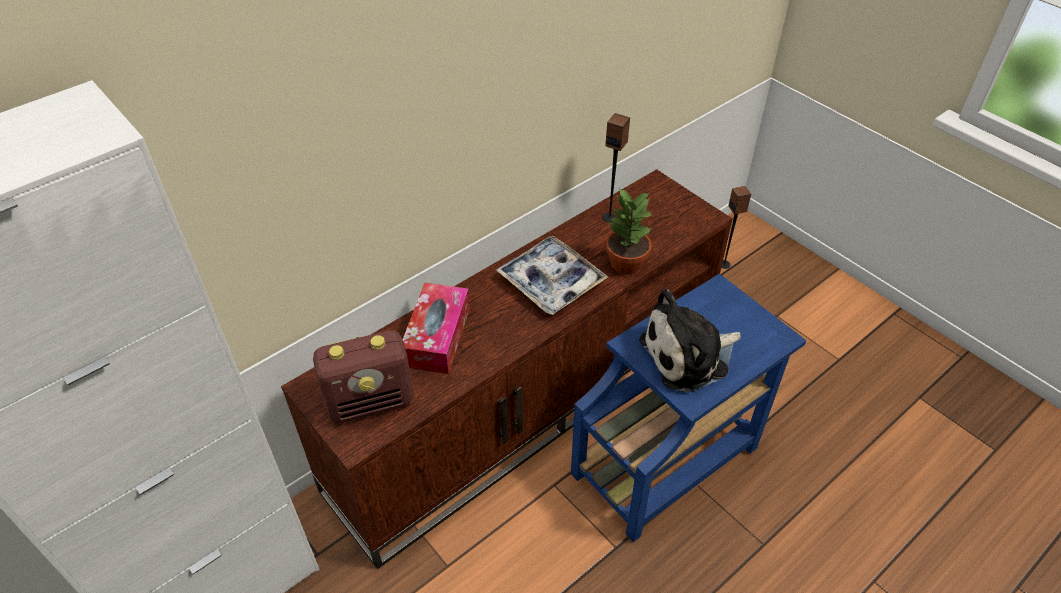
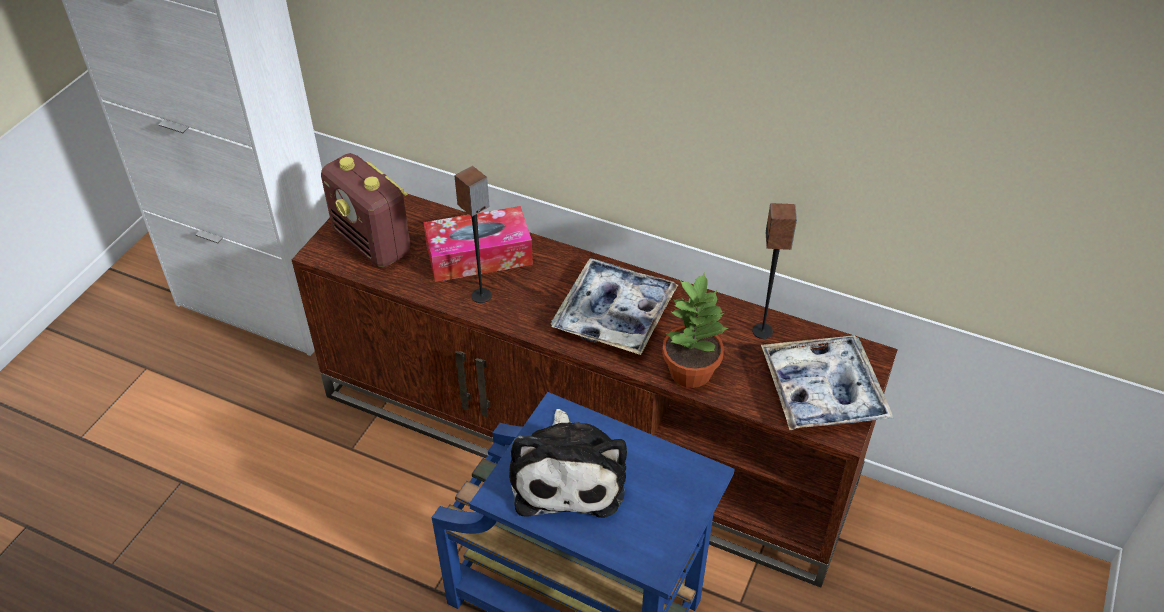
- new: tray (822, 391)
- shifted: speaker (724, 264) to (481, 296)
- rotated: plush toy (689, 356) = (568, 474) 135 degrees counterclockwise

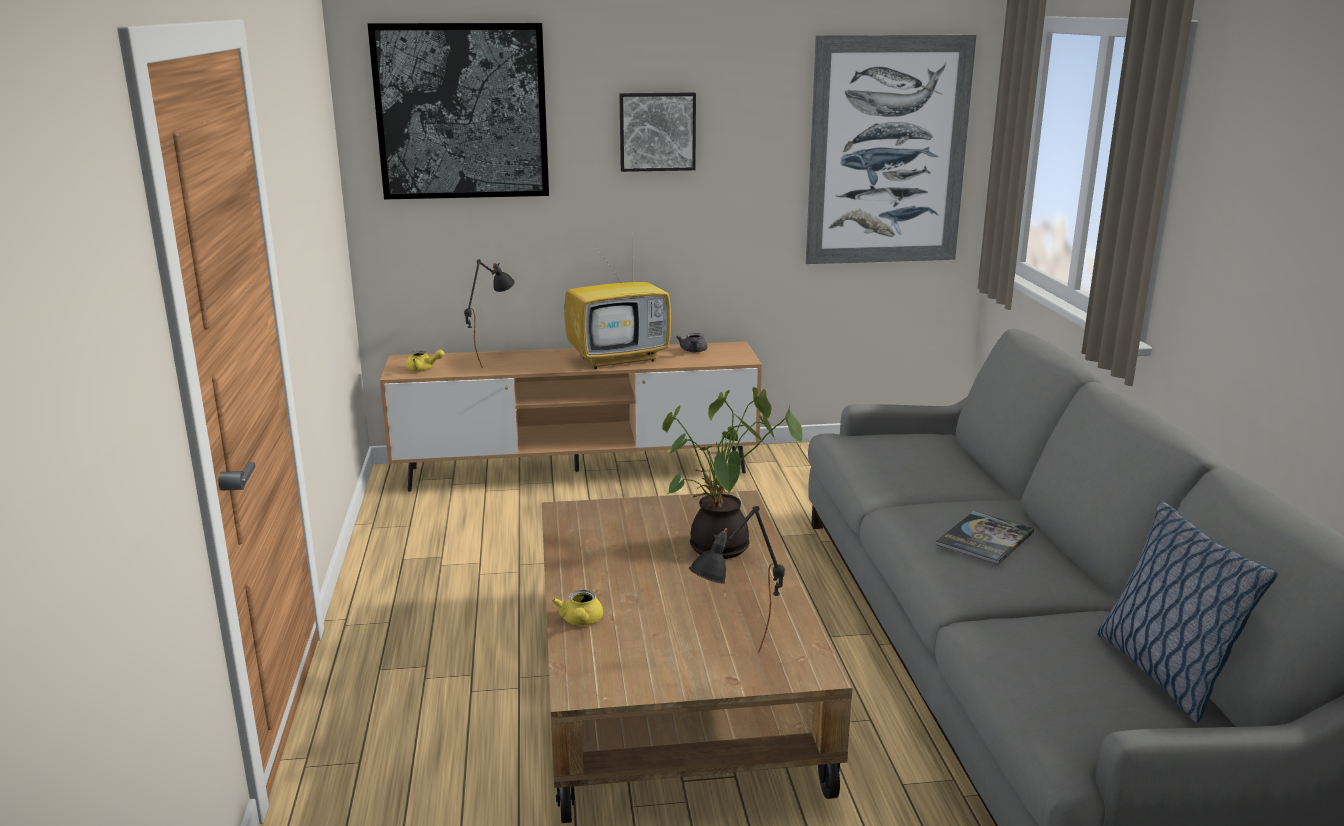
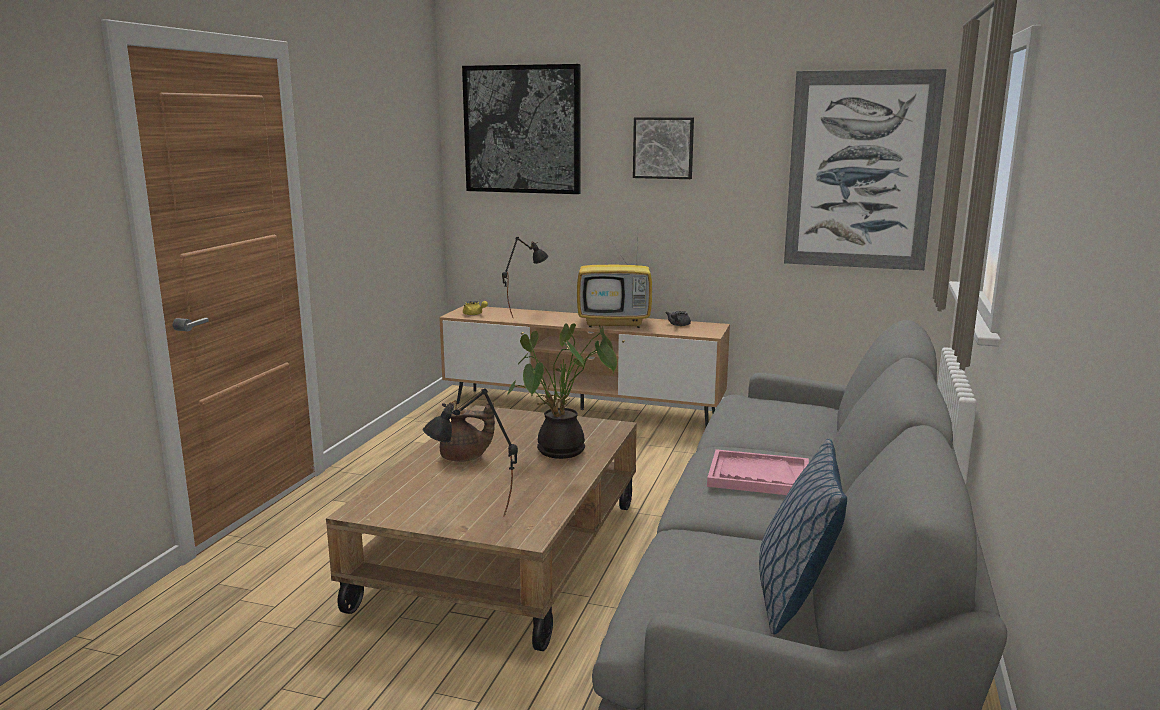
- gone: yellow teapot (581, 621)
- new: brown teapot (465, 458)
- swapped: book (985, 539) to pink tray (758, 476)

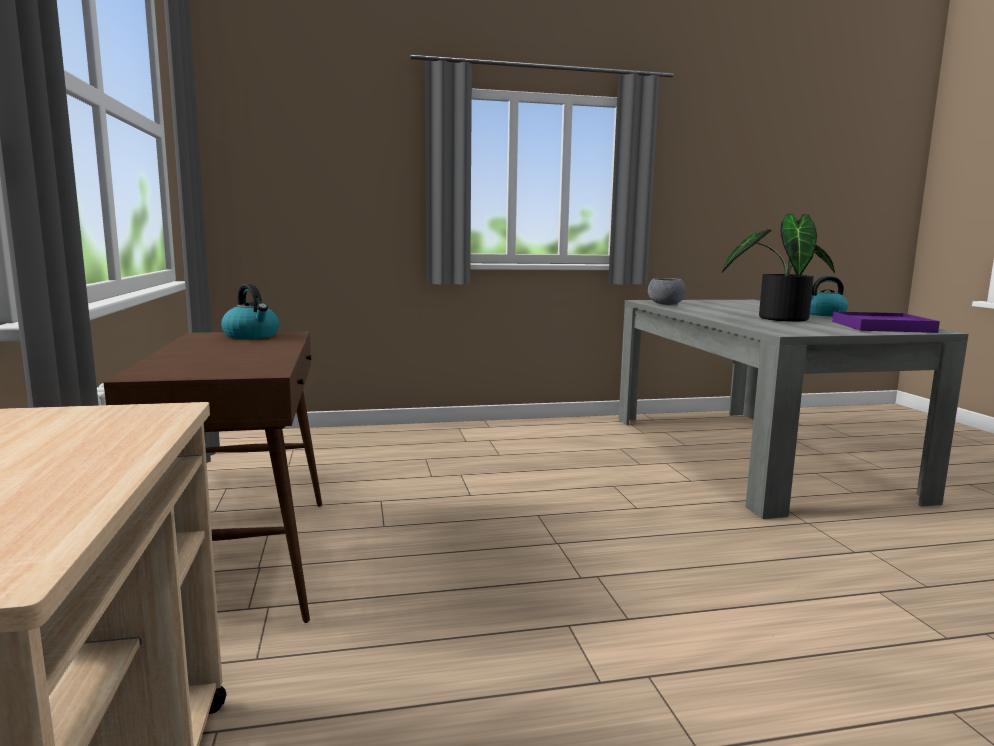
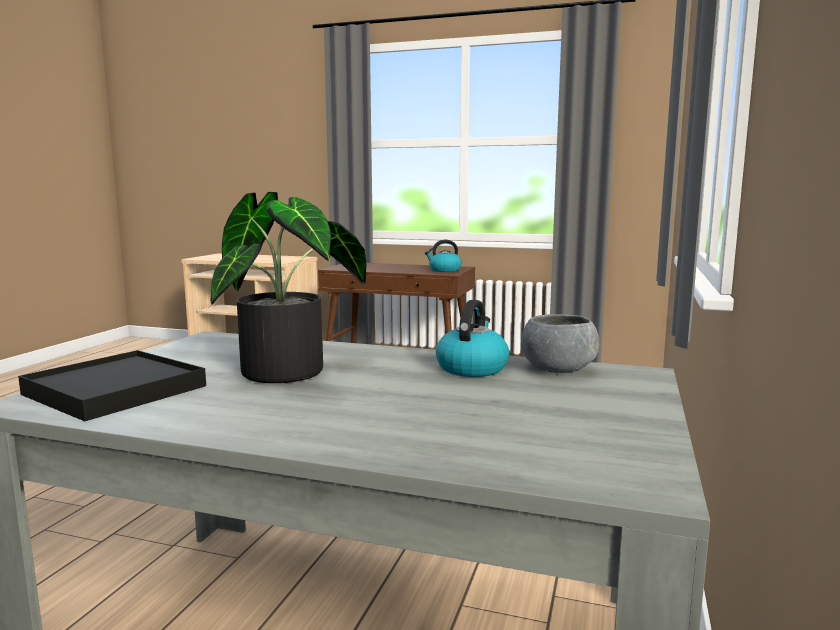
- shifted: kettle (824, 314) to (472, 368)
- repainted: purple tray (881, 327) to black tray (116, 390)

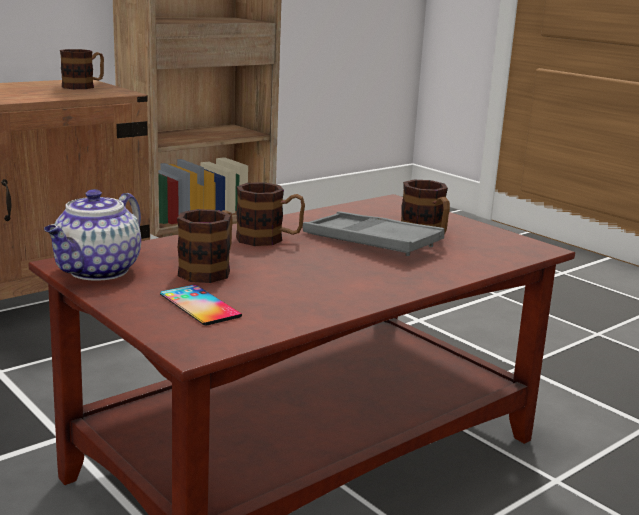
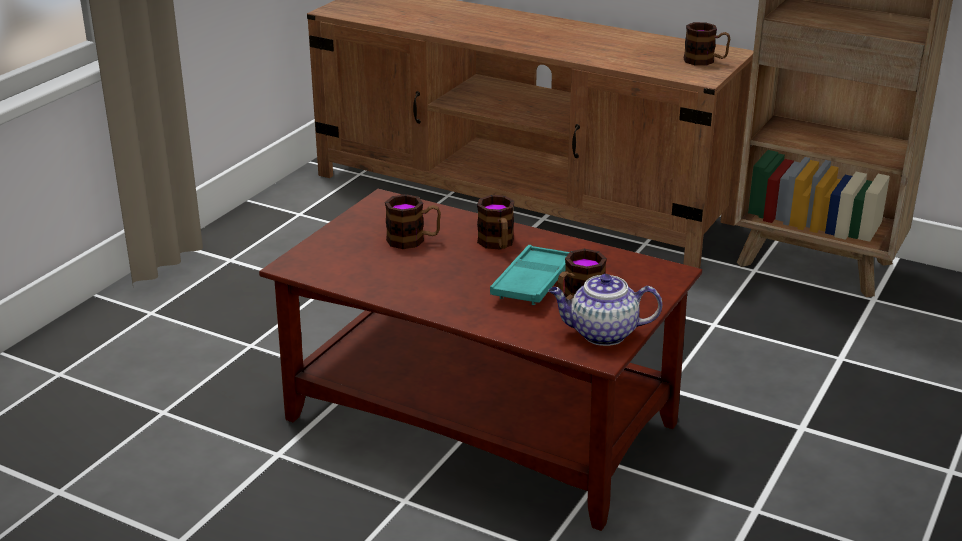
- gone: phone (200, 305)
- shifted: teapot (97, 272) to (601, 334)
- repainted: grey tray (370, 242) to turquoise tray (533, 282)

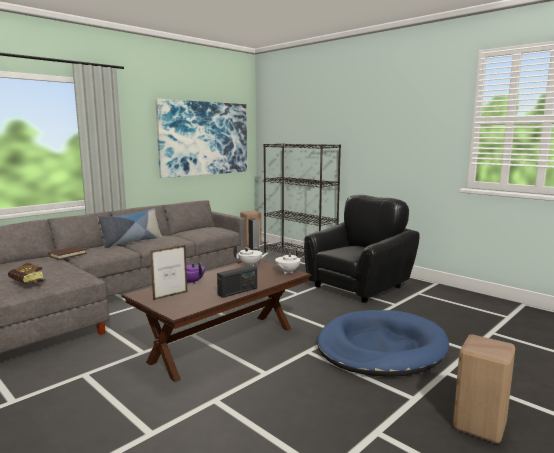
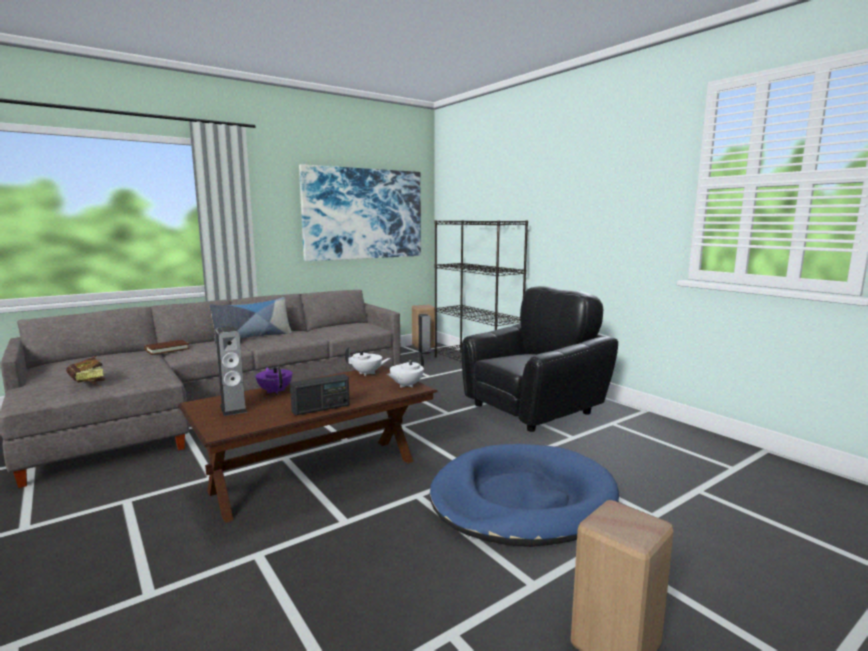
- swapped: picture frame (170, 296) to speaker (233, 408)

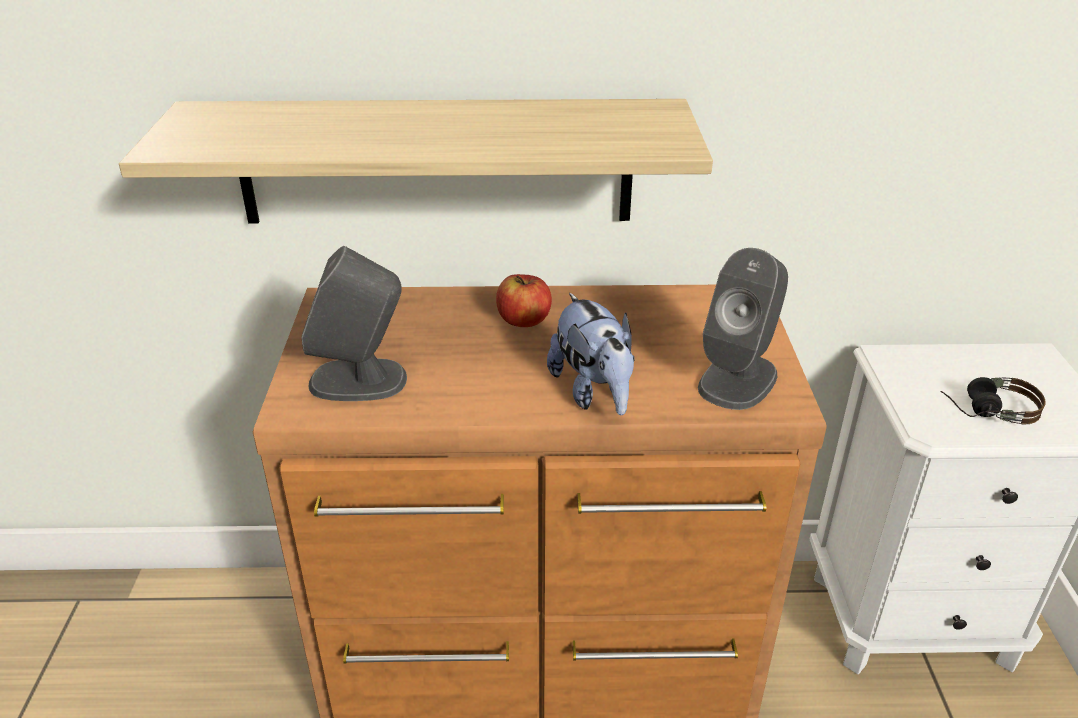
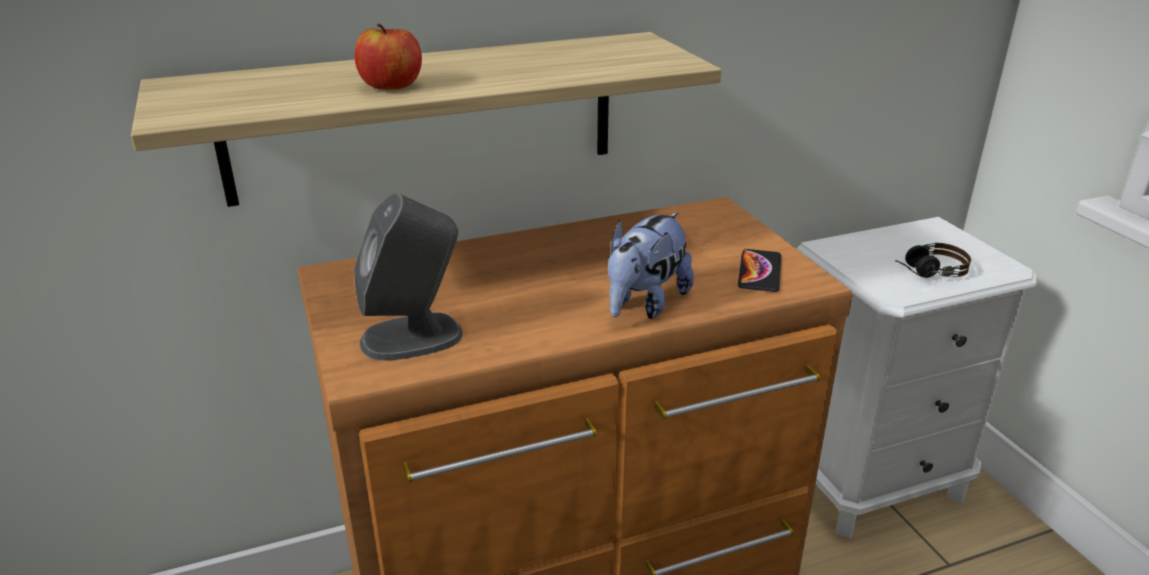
- shifted: apple (524, 320) to (391, 86)
- swapped: grey speaker (738, 380) to phone (759, 271)
- rotated: plush toy (593, 392) = (644, 304) 75 degrees clockwise

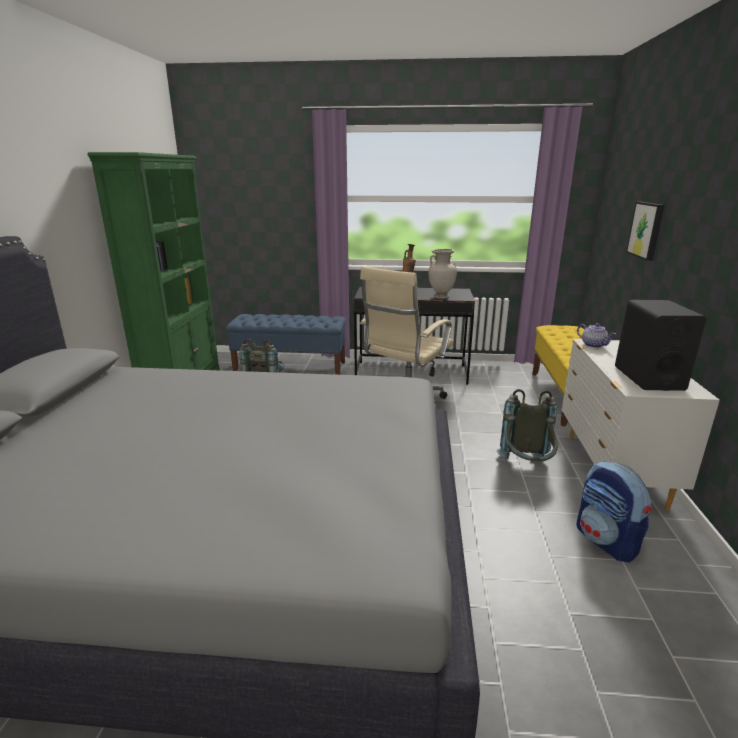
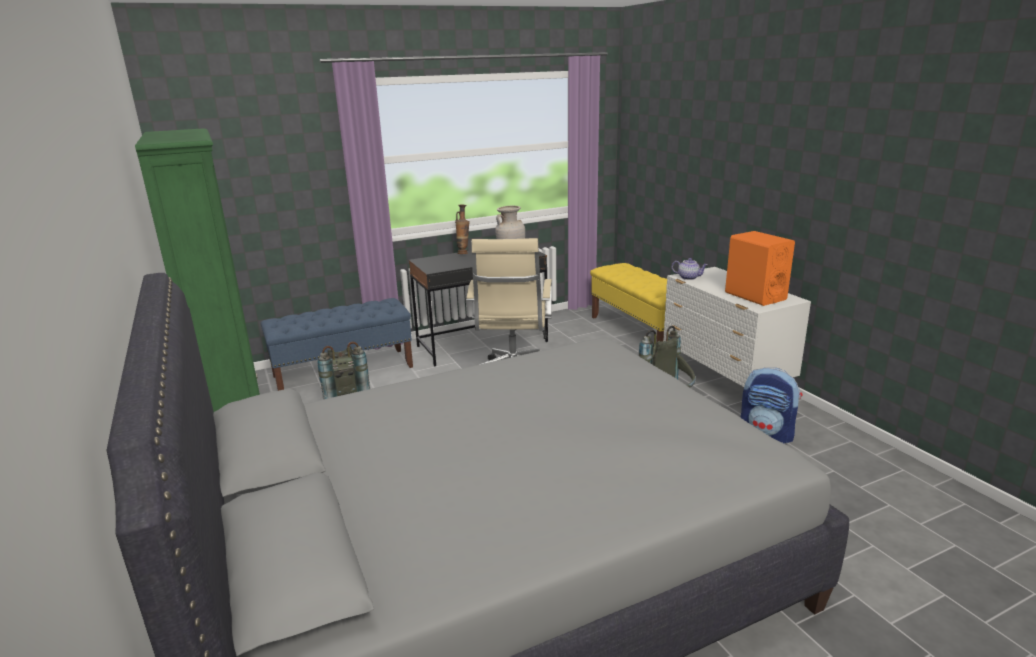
- gone: picture (646, 230)
- repainted: black speaker (648, 378) to orange speaker (755, 296)

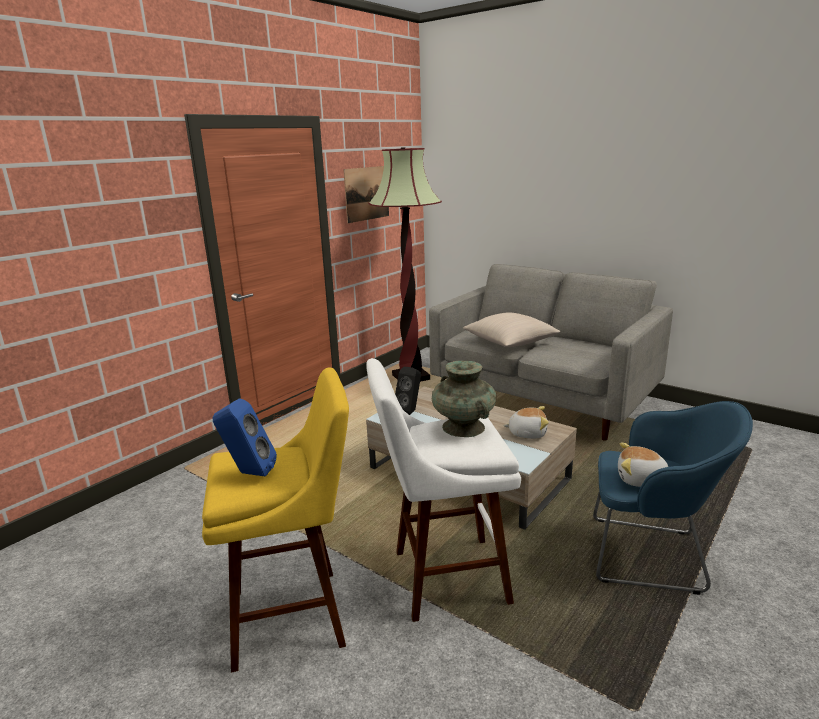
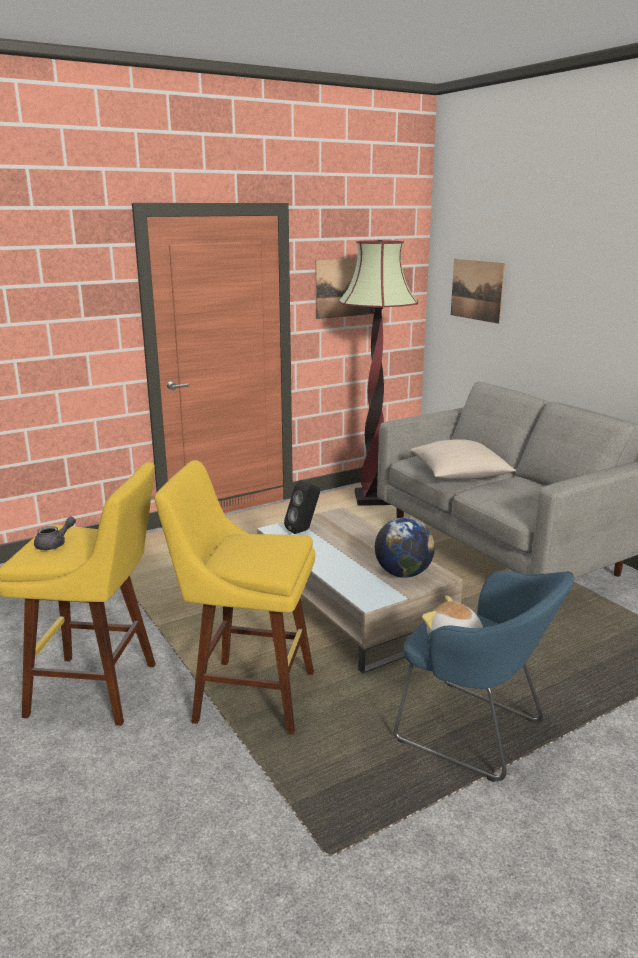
- gone: turquoise vase (463, 427)
- new: picture (476, 290)
- swapped: blue speaker (248, 473) to grey teapot (55, 544)
- swapped: plush toy (527, 433) to globe (403, 573)
- repainted: white stool (442, 578) to yellow stool (246, 695)

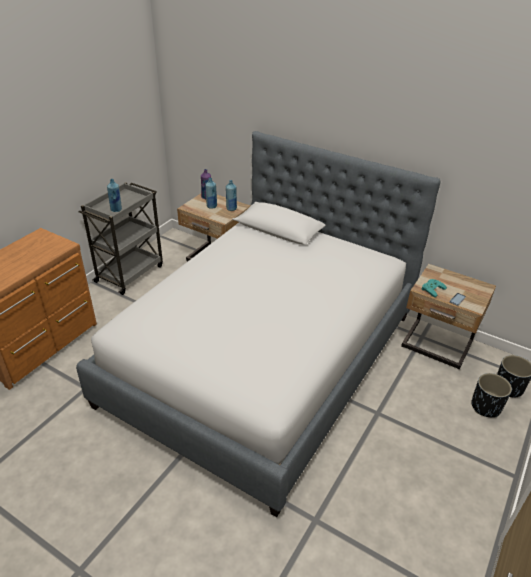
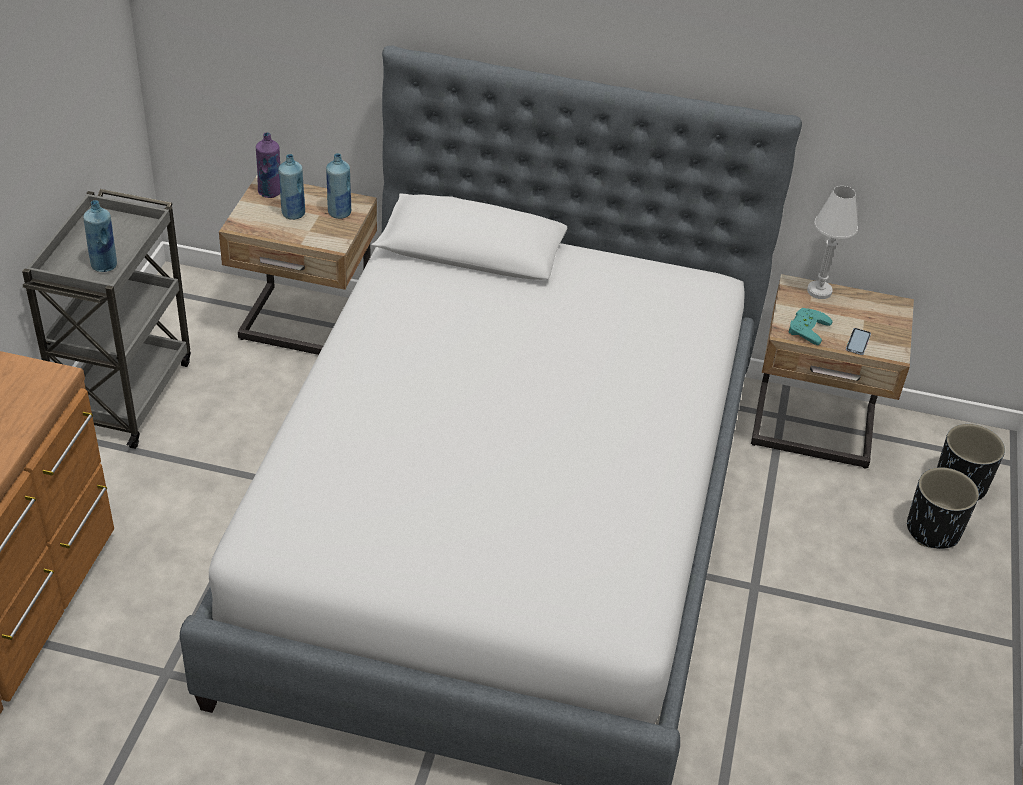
- new: white table lamp (819, 291)

